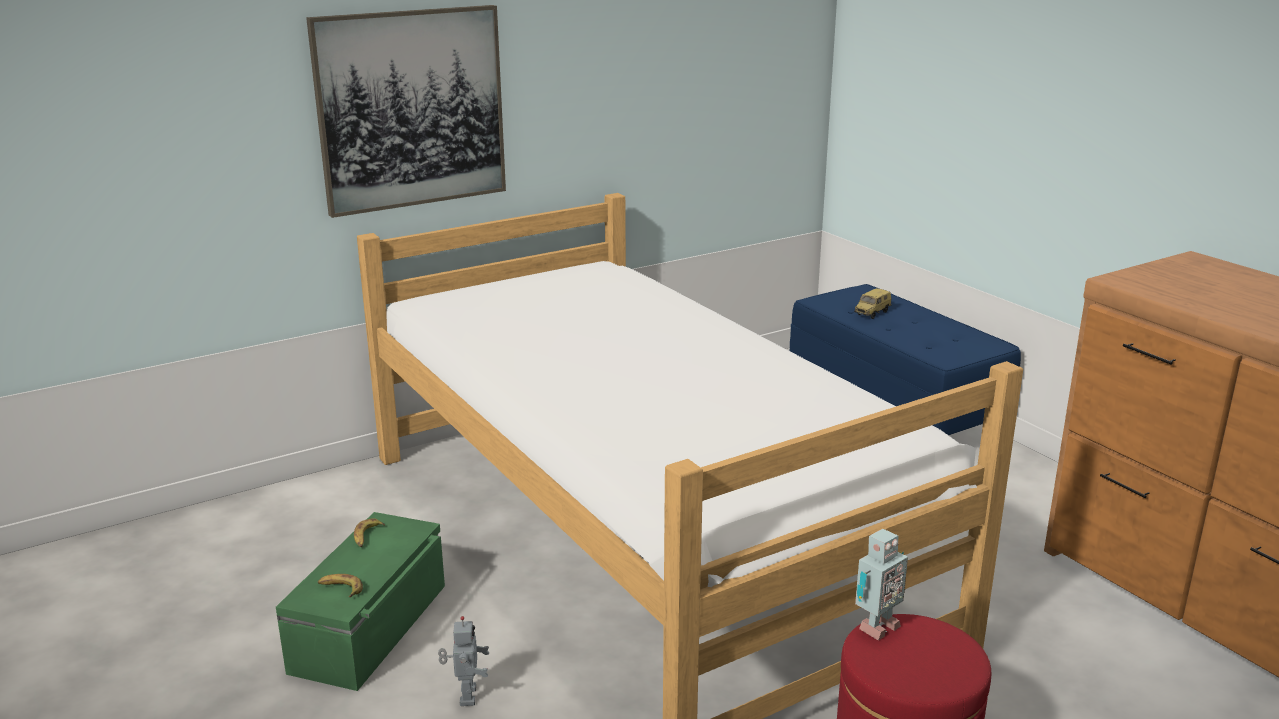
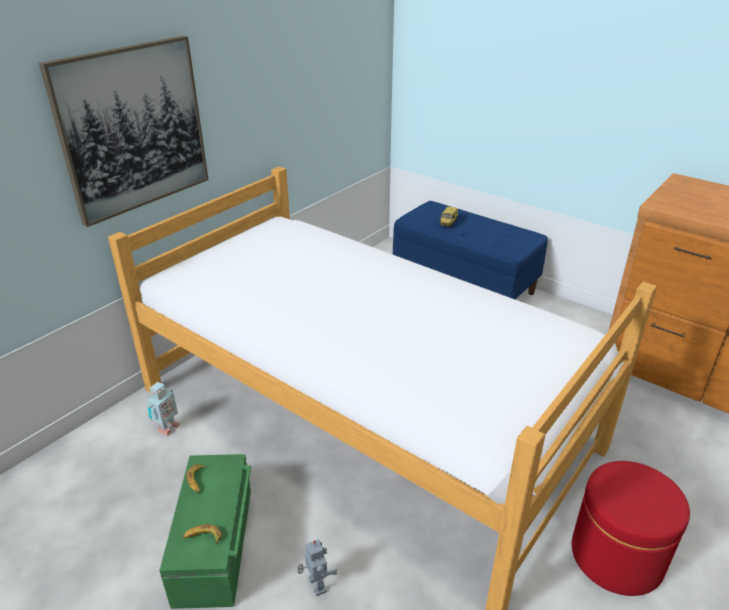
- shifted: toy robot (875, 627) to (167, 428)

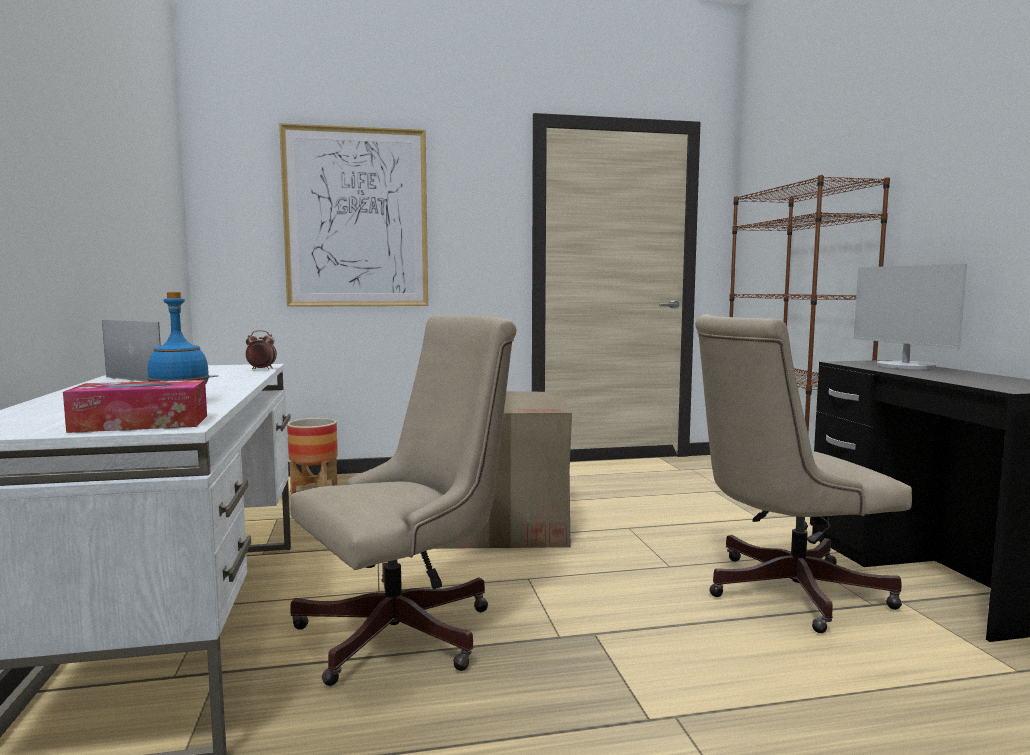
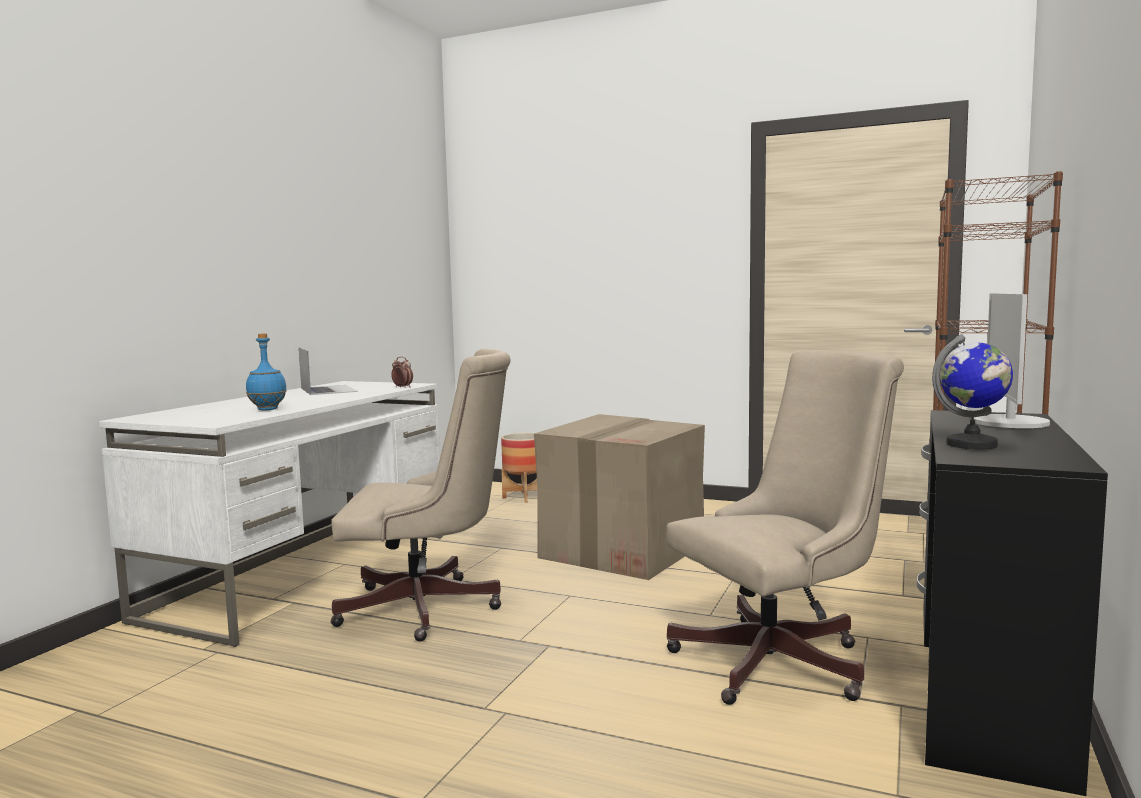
- gone: tissue box (141, 423)
- gone: picture (356, 218)
- new: globe (972, 445)
- rotated: beige office chair (782, 591) = (782, 661) 135 degrees clockwise

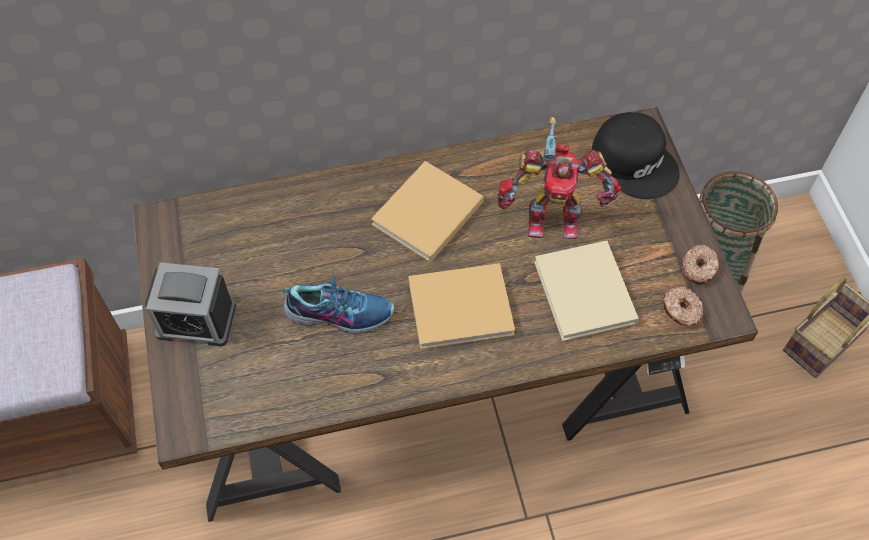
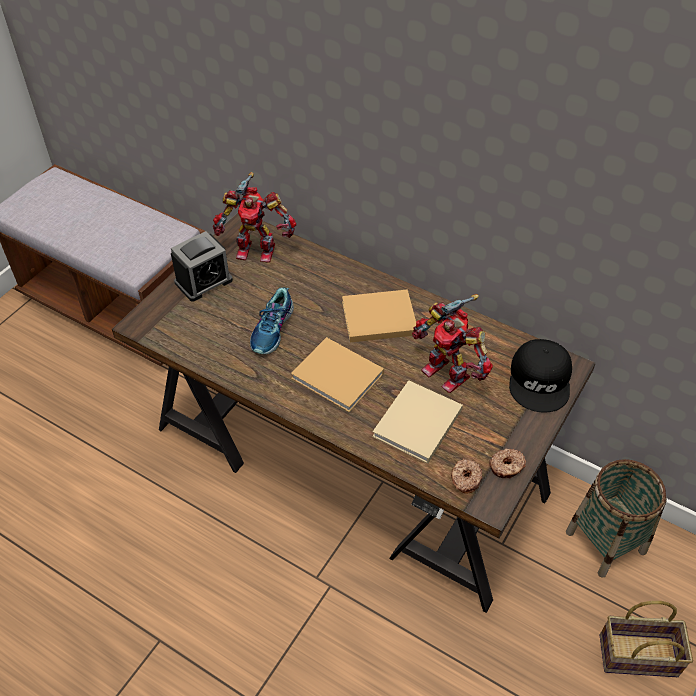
- new: toy robot (256, 249)
- rotated: alarm clock (196, 320) = (203, 281) 90 degrees counterclockwise
- rotated: shoe (339, 312) = (273, 330) 60 degrees clockwise

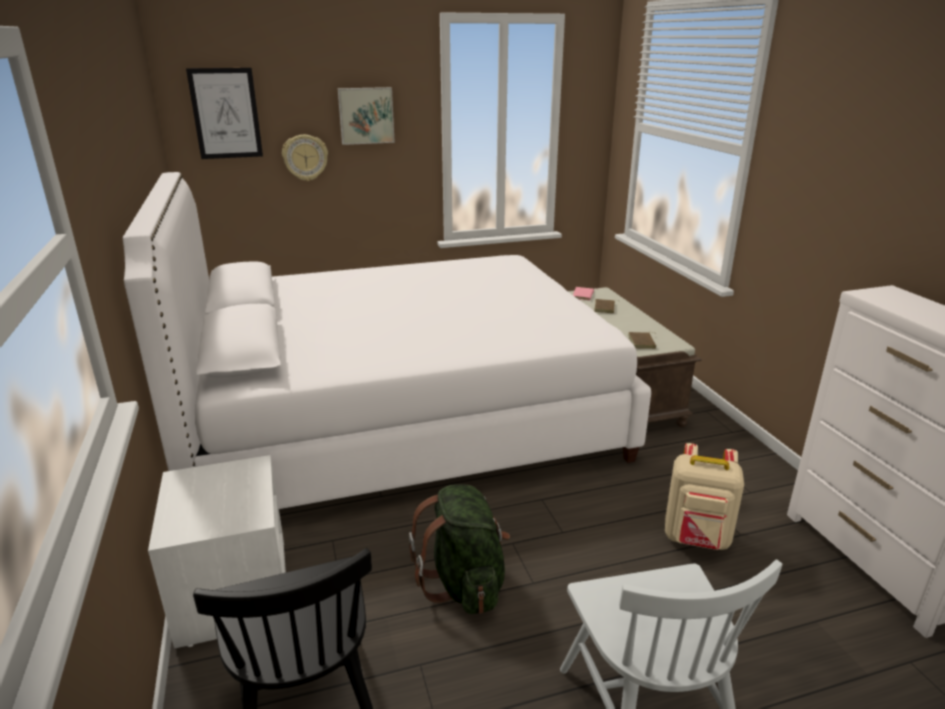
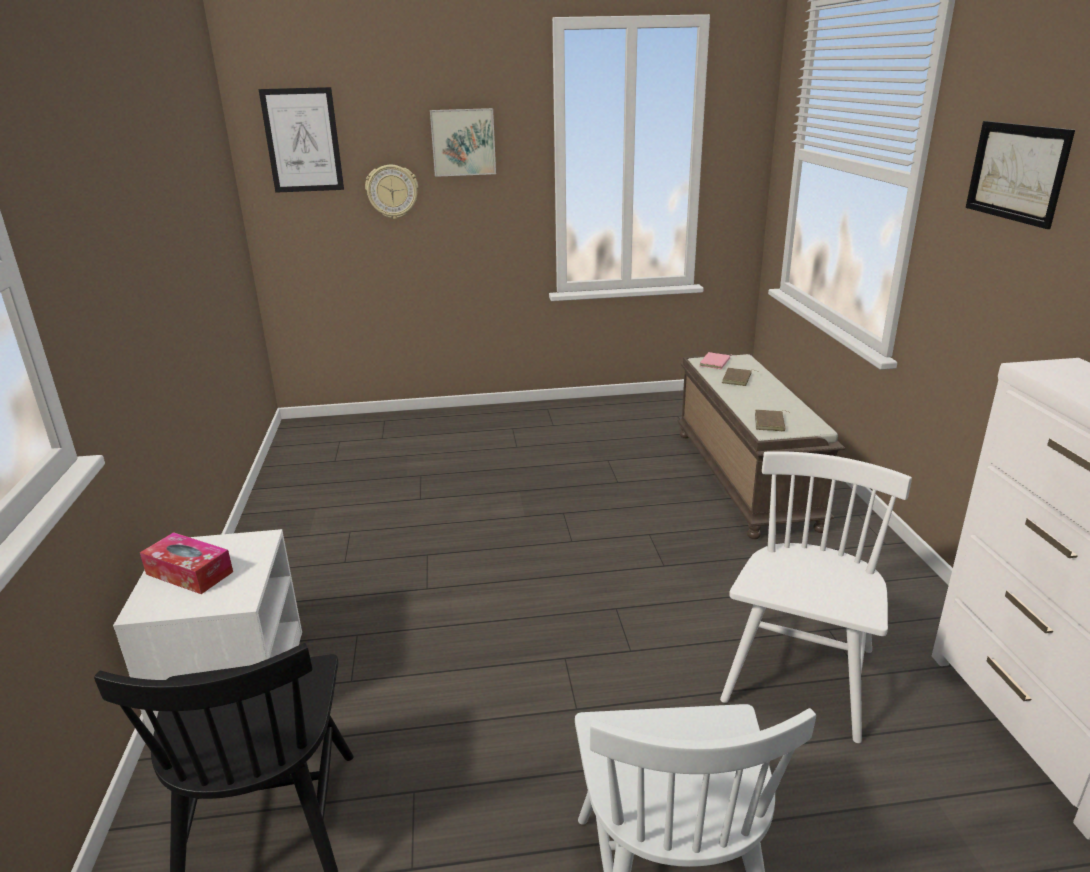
- gone: white bed (401, 419)
- gone: green backpack (464, 583)
- new: tissue box (189, 573)
- new: picture (1016, 172)
- swapped: beige backpack (696, 539) to white chair (800, 676)

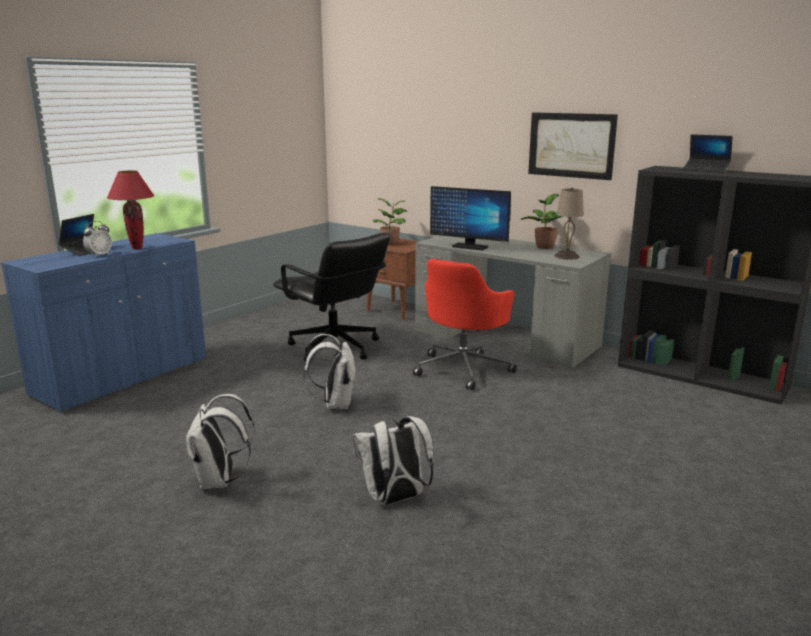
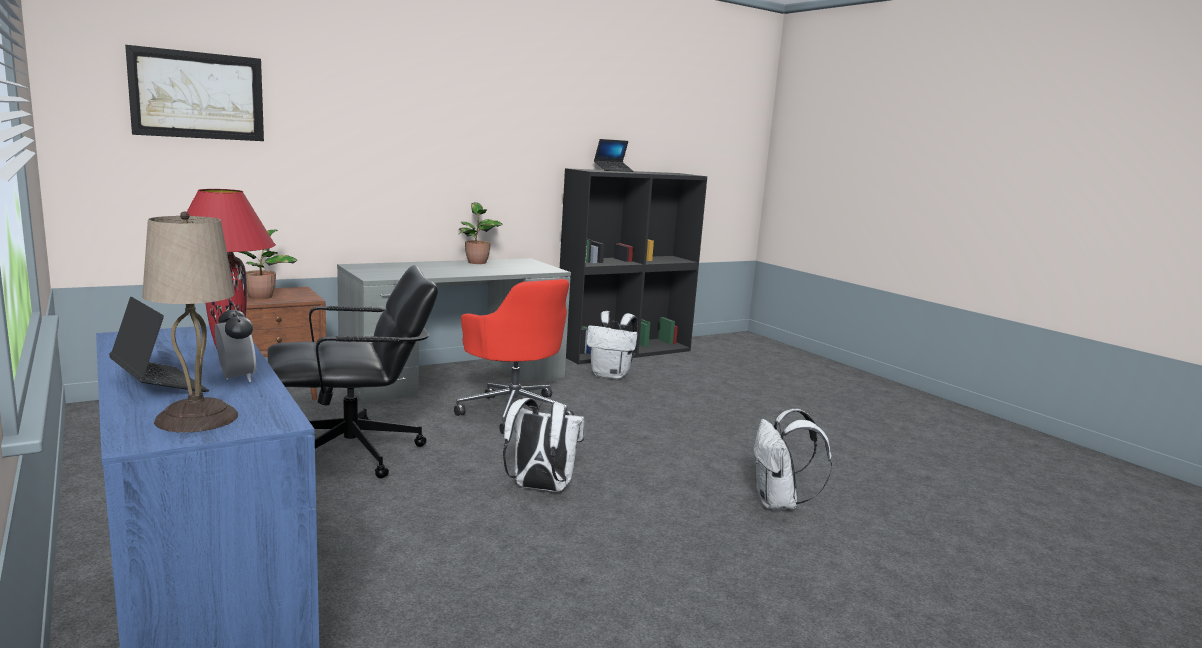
- gone: monitor (469, 247)
- shifted: white backpack (219, 481) to (611, 375)
- shifted: picture (571, 145) to (197, 95)
- shifted: beige table lamp (566, 256) to (195, 418)

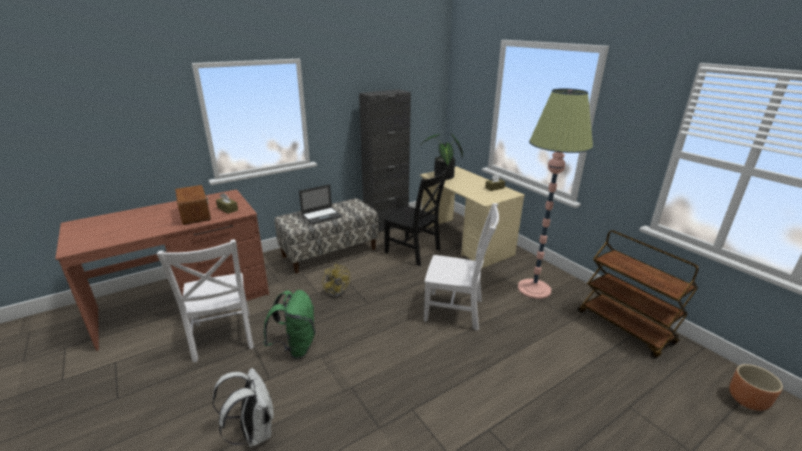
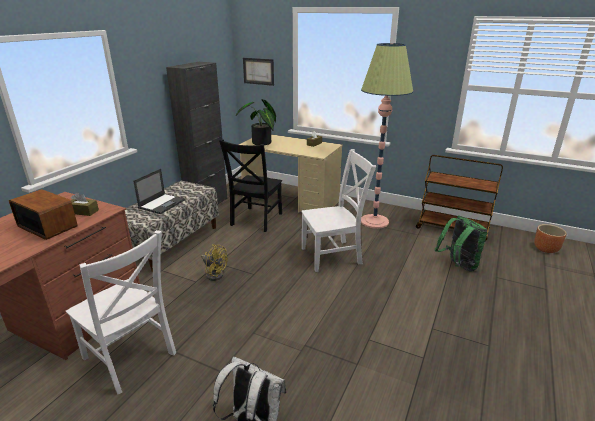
- new: picture (258, 71)
- shifted: green backpack (295, 347) to (458, 266)
- rotated: black chair (414, 252) = (255, 220) 105 degrees clockwise

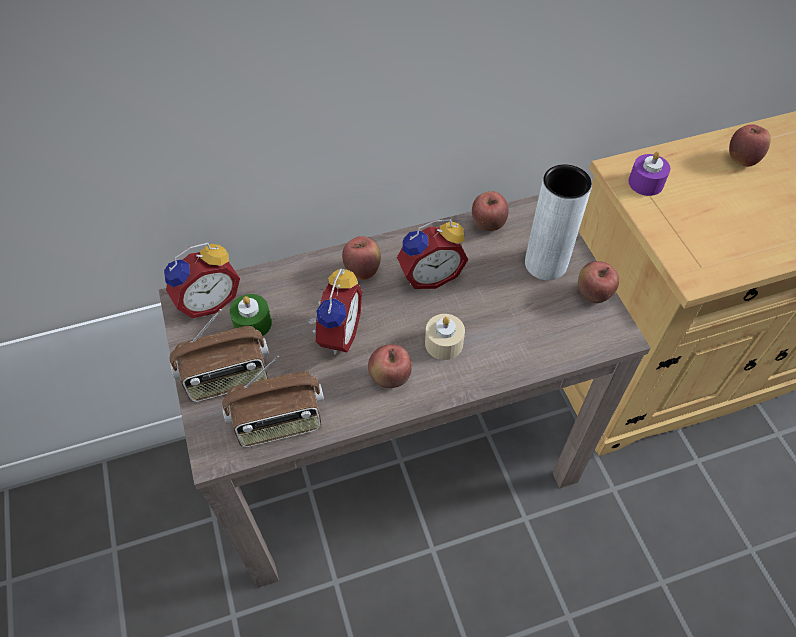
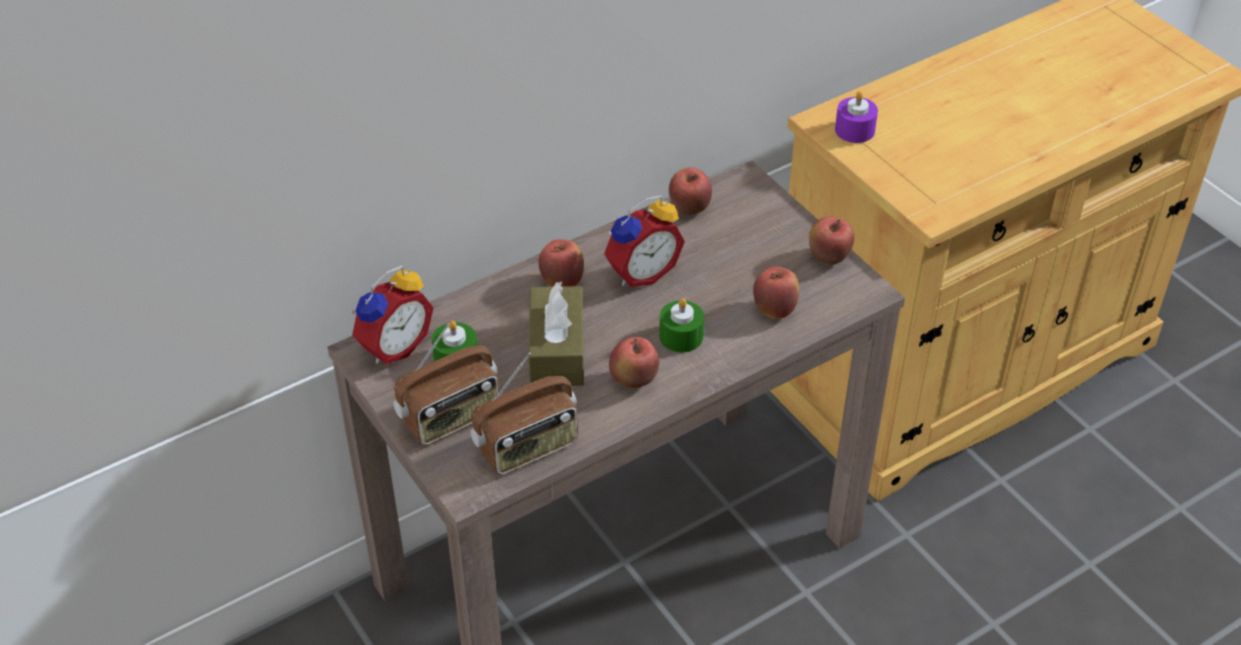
- gone: grey vase (545, 264)
- shifted: apple (741, 160) to (775, 310)
- swapped: alarm clock (336, 334) to brown tissue box (557, 350)
- repainted: beige candle (444, 343) to green candle (681, 336)

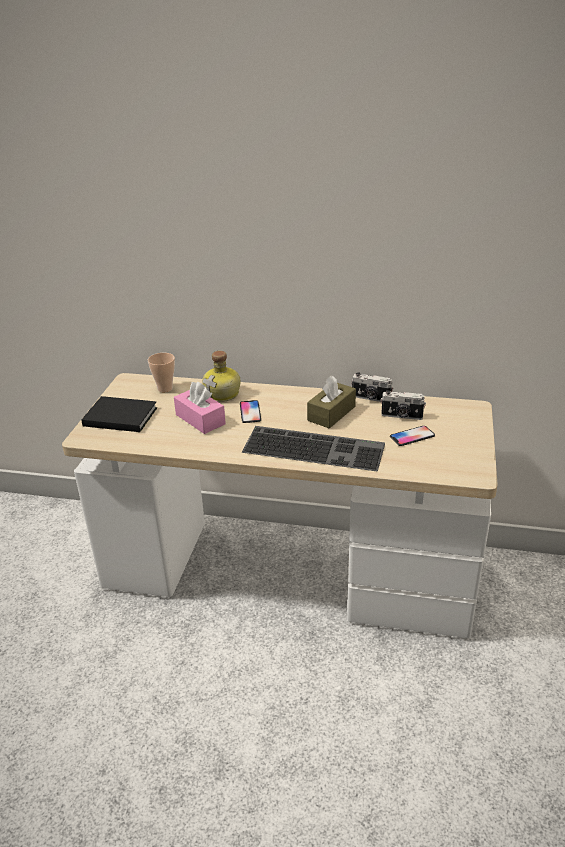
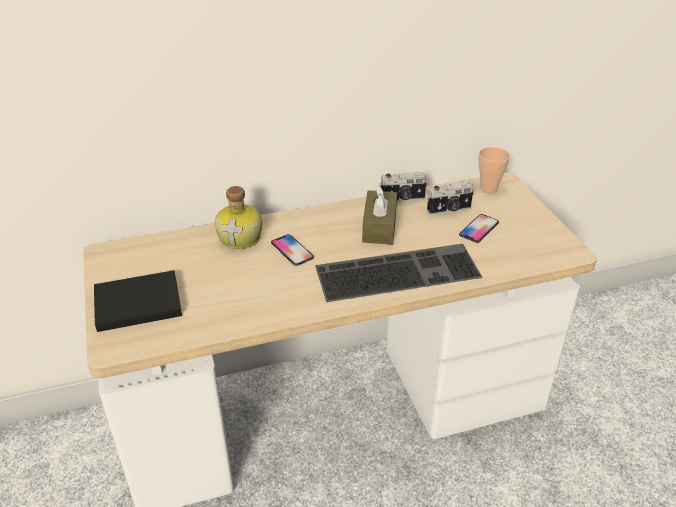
- gone: pink tissue box (200, 419)
- shifted: cup (165, 388) to (489, 188)

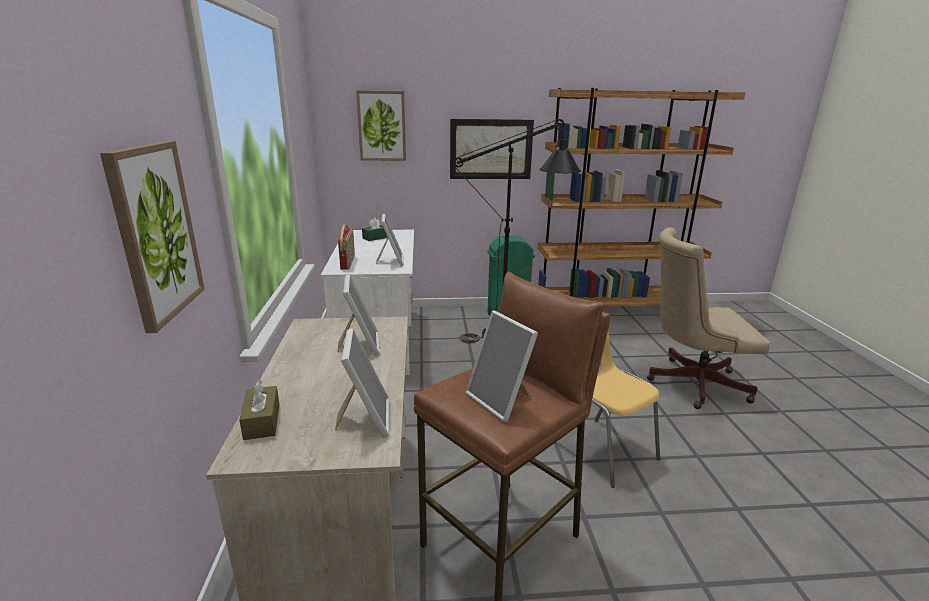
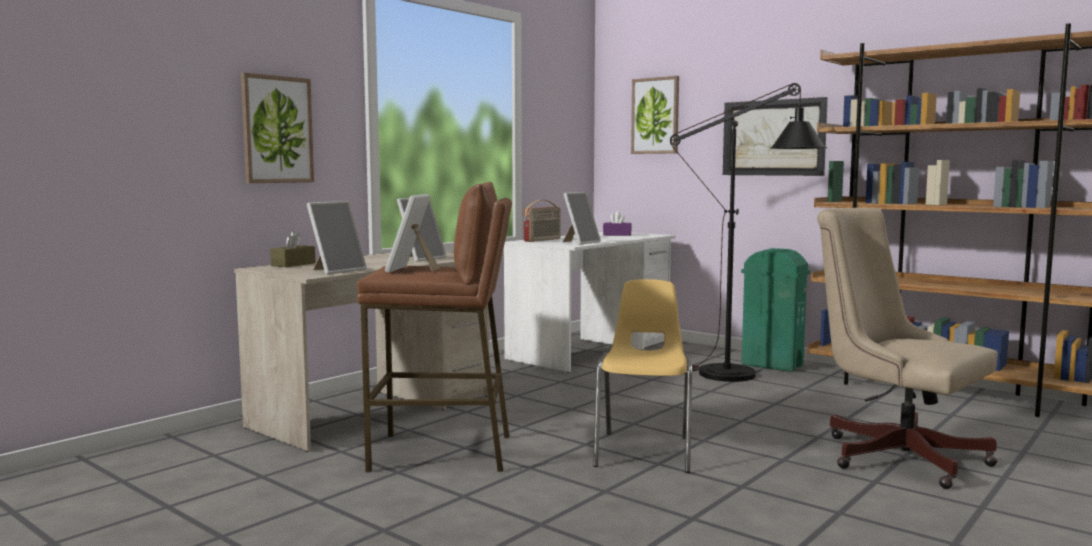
- repainted: green tissue box (376, 238) to purple tissue box (617, 235)

